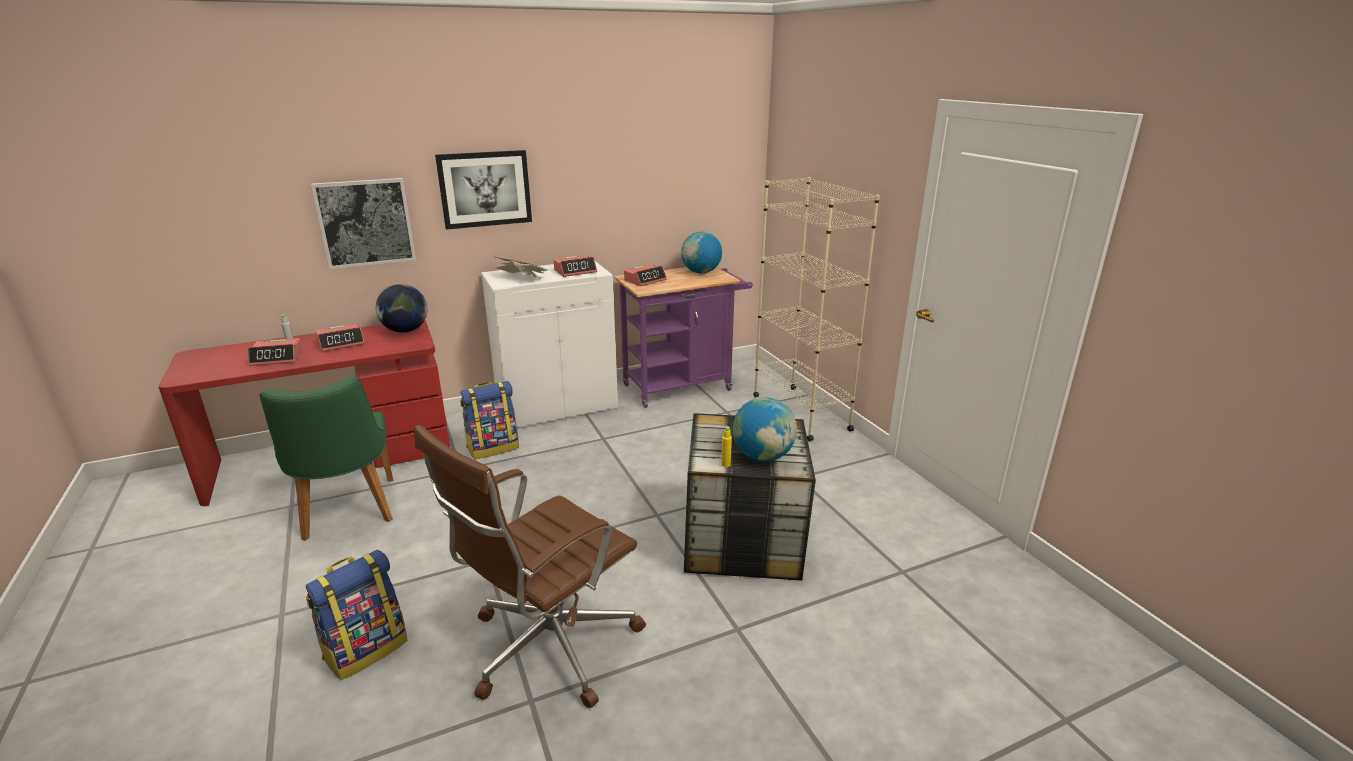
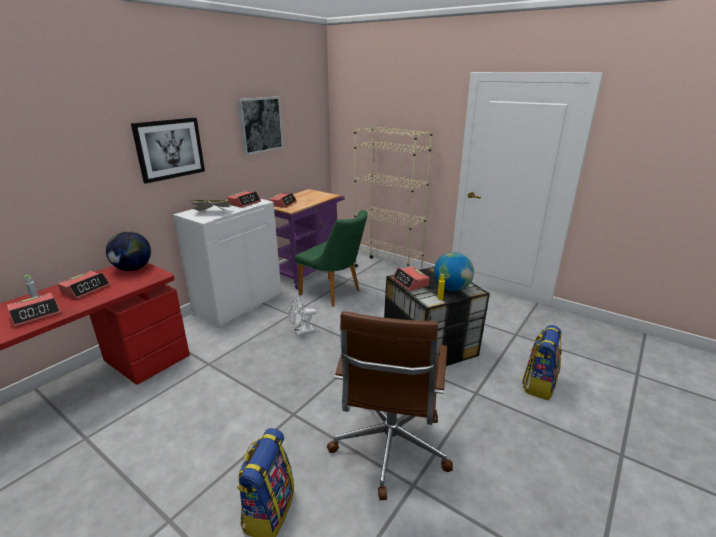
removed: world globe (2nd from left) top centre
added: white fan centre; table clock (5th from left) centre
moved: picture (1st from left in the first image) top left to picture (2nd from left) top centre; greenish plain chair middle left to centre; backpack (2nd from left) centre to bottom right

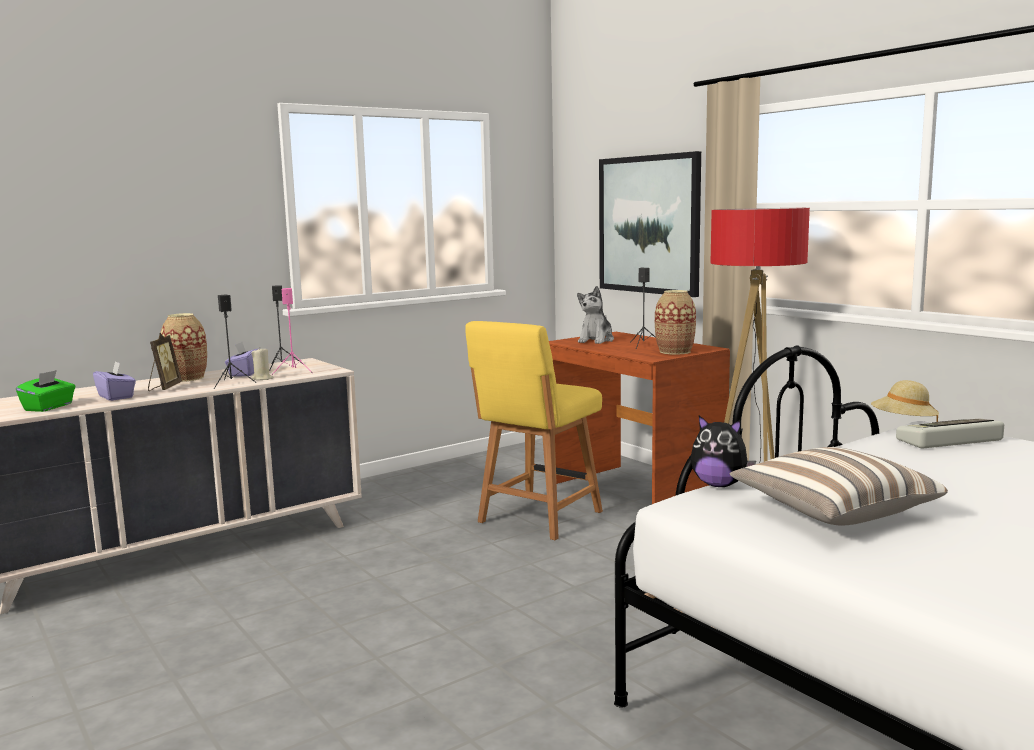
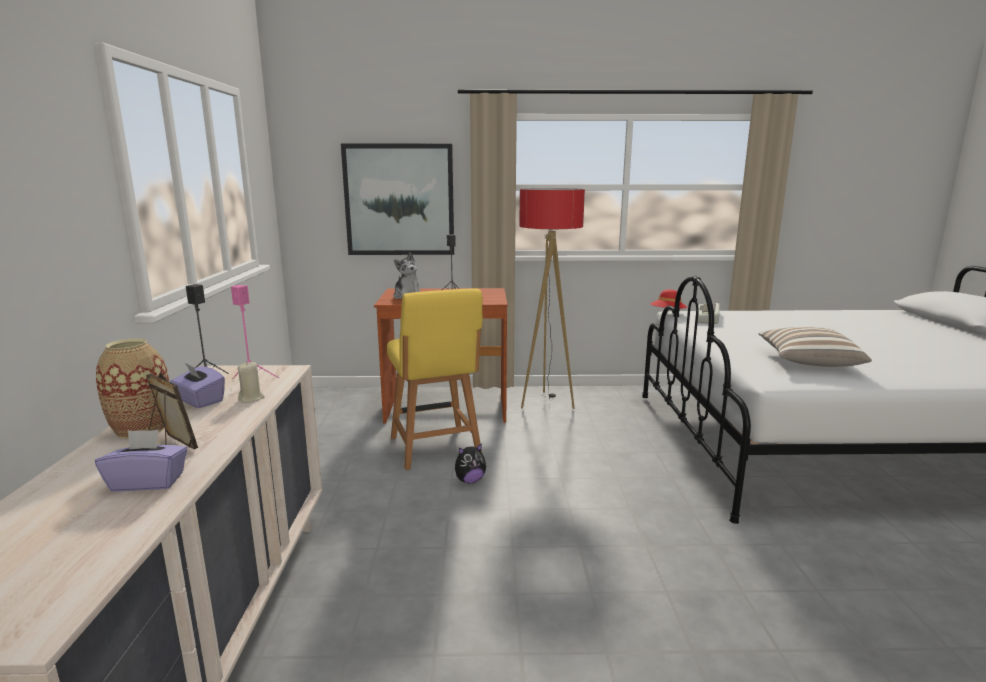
removed: greenish box of tissues middle left; black-coloured loudspeaker (1st from left) middle left; vase (2nd from left) centre
moved: cuddly toy (2nd from left) middle right to bottom centre
recoloured: beige clothing hat middle right to reddish clothing hat middle right

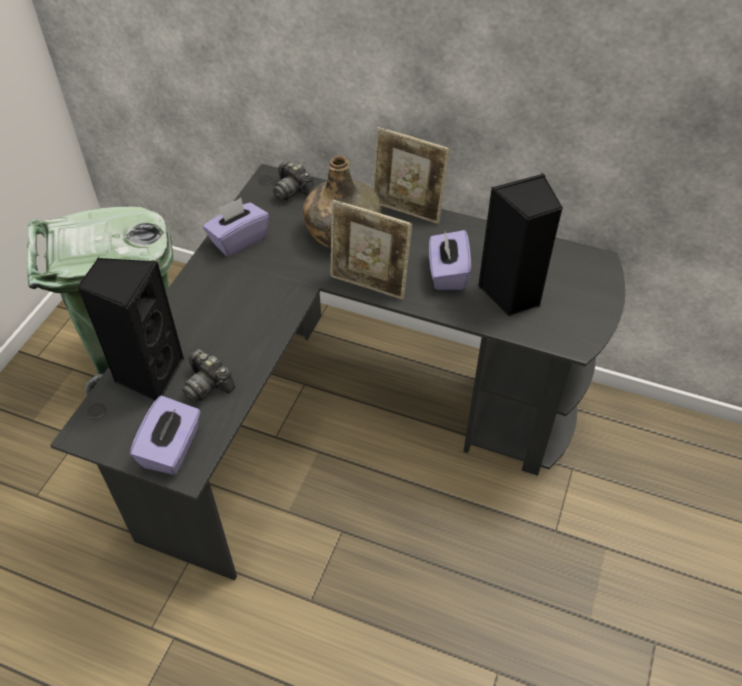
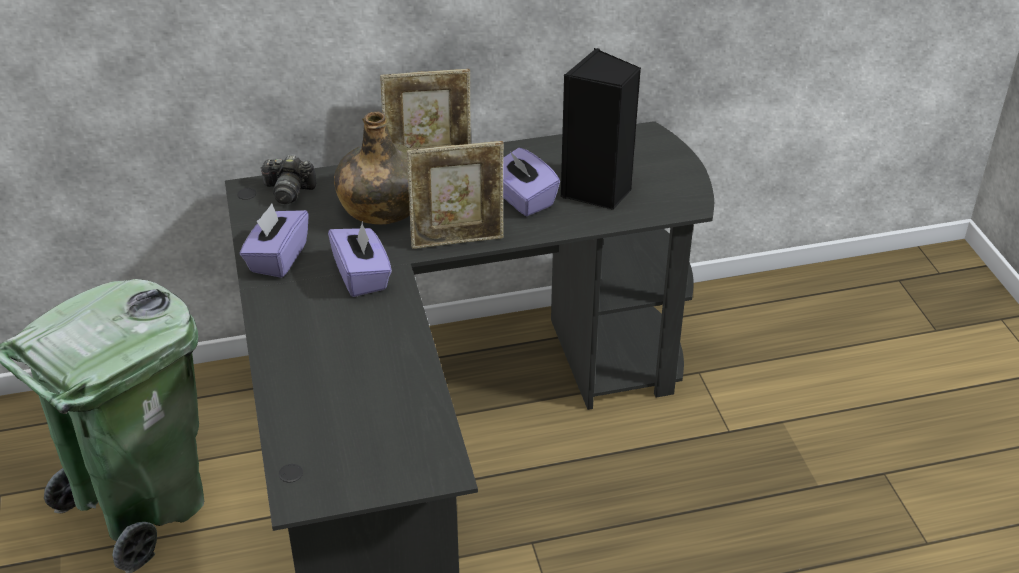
removed: black-coloured loudspeaker (1st from left) middle left; still camera (1st from left) middle left
moved: purplish box of tissues (1st from left in the first image) middle left to purplish box of tissues (2nd from left) centre

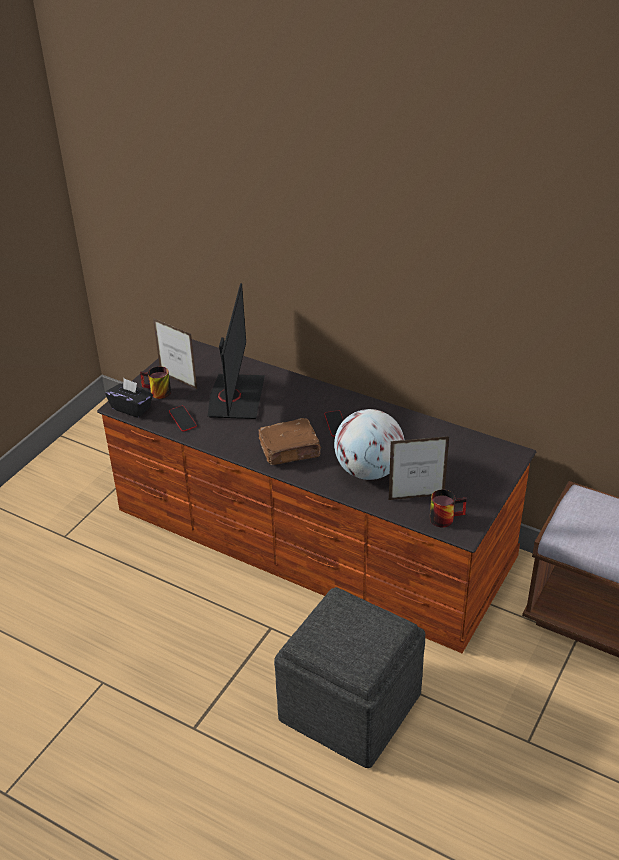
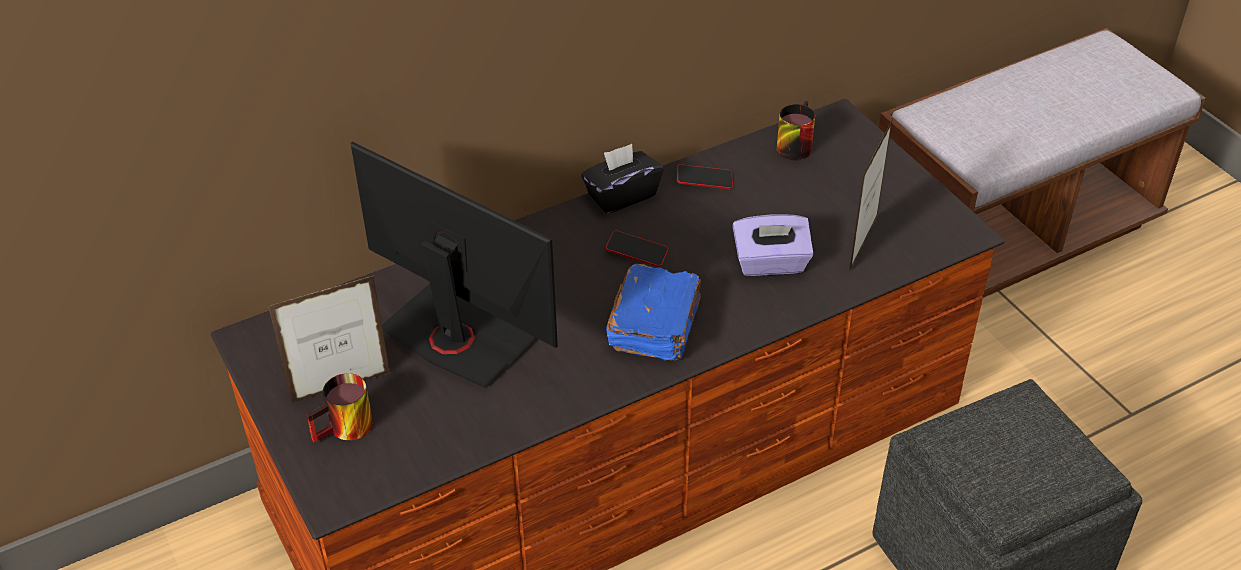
moved: black-coloured box of tissues middle left to top centre; handset (1st from left in the first image) middle left to handset (2nd from left) top centre; coffee mug (2nd from left) middle right to top centre
replaced: world globe centre to purplish box of tissues centre
recoloured: brown-coloured bound book centre to bluish bound book centre

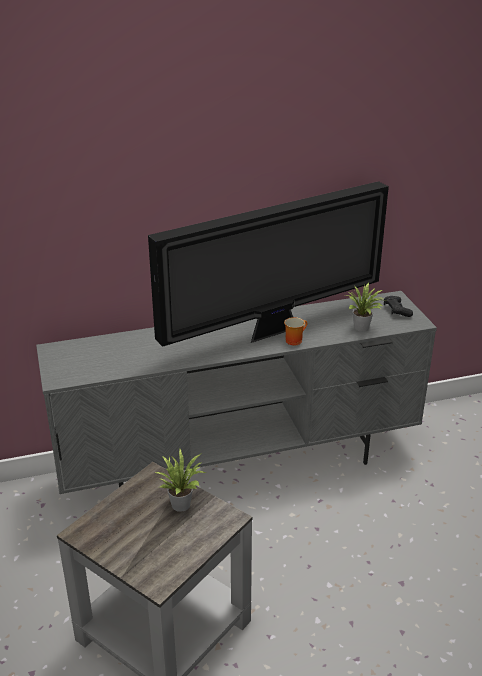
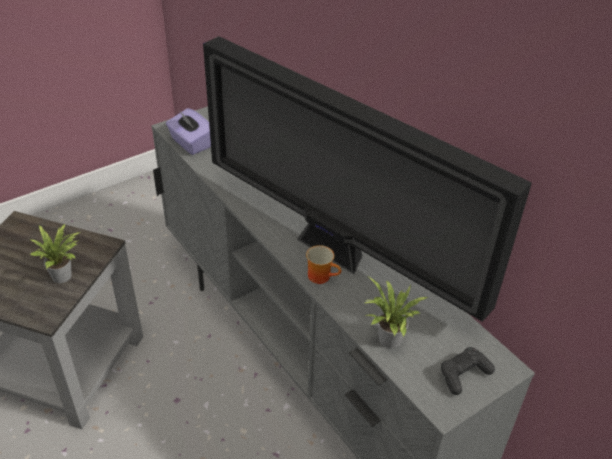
added: purplish box of tissues top left

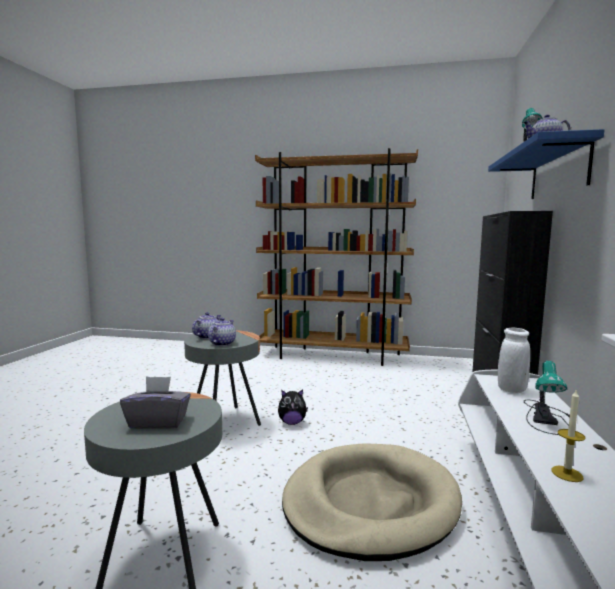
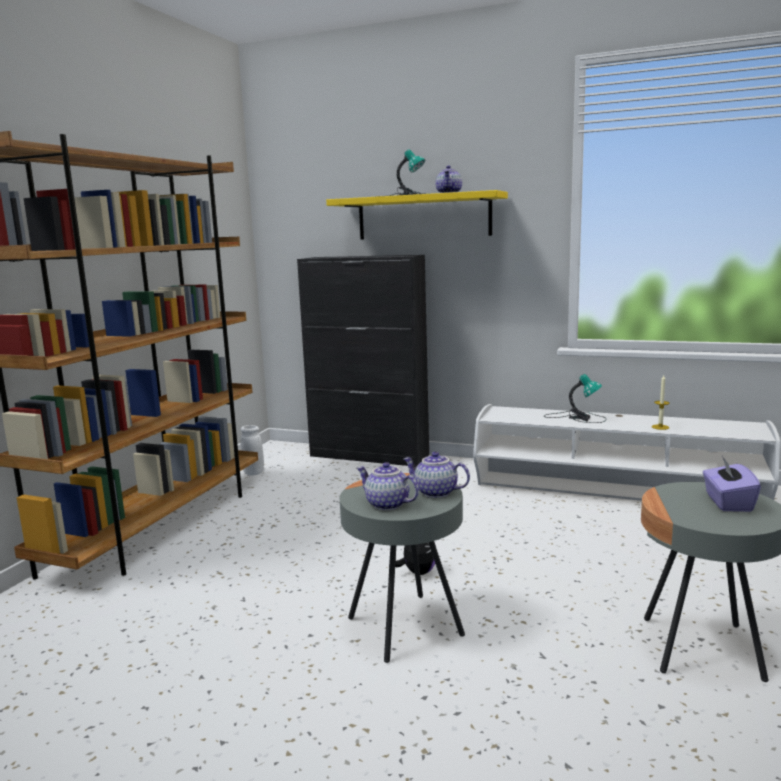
removed: beige dog cushion bottom centre
moved: white vase middle right to middle left
recoloured: bluish bracket shelf top right to yellowish bracket shelf top centre; grey box of tissues bottom left to purplish box of tissues middle right

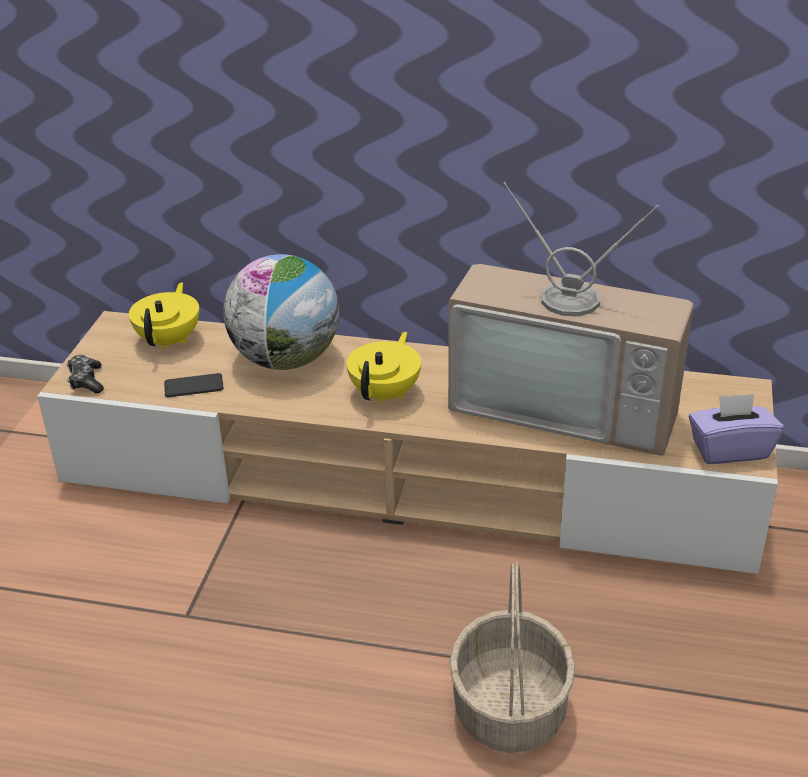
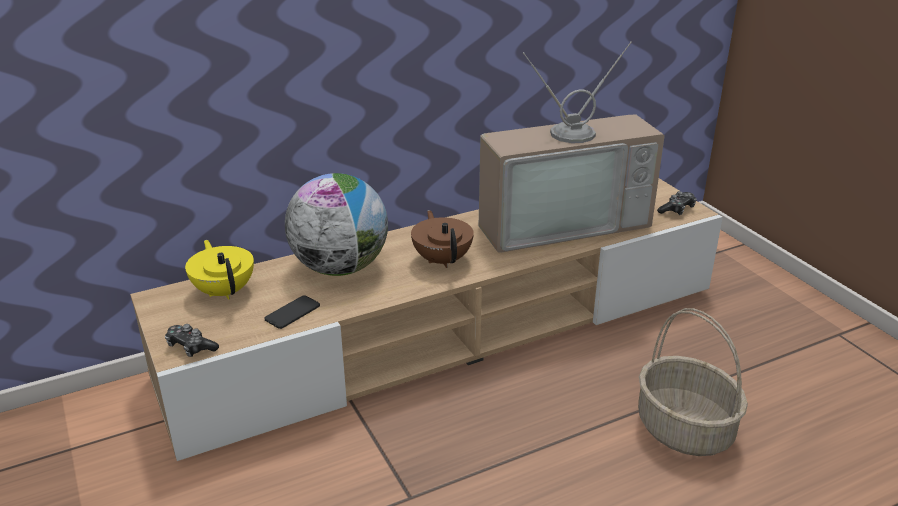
replaced: purplish box of tissues middle right to joypad (2nd from left) middle right
recoloured: yellowish teapot (2nd from left) centre to brown-coloured teapot centre

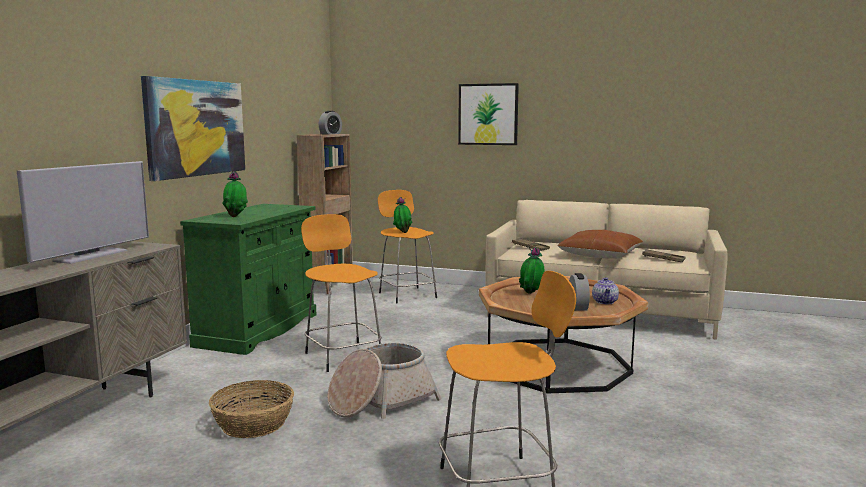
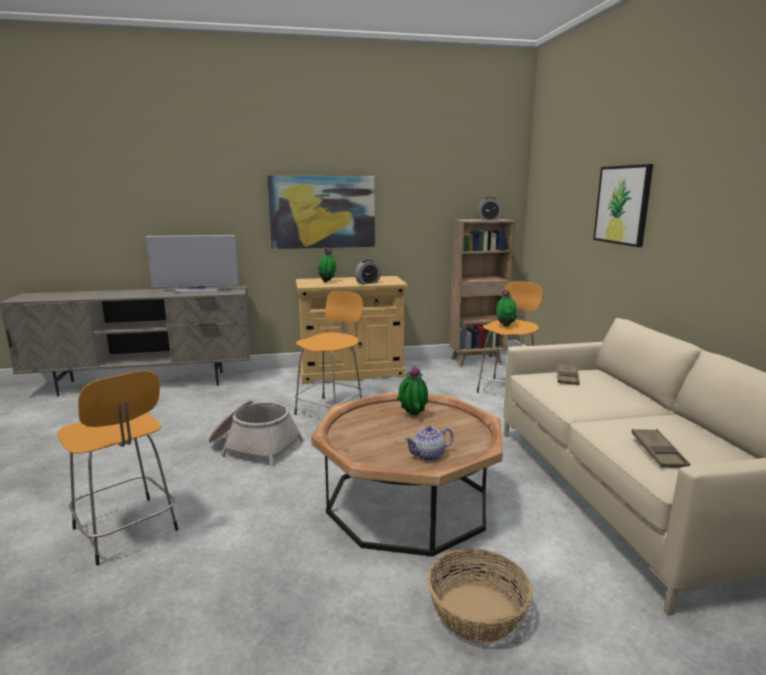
removed: brown-coloured throw pillow middle right
moved: table clock (2nd from left in the first image) middle right to table clock (1st from left) centre; basket (1st from left in the first image) bottom left to basket (2nd from left) bottom centre
recoloured: greenish cupboard middle left to beige cupboard centre

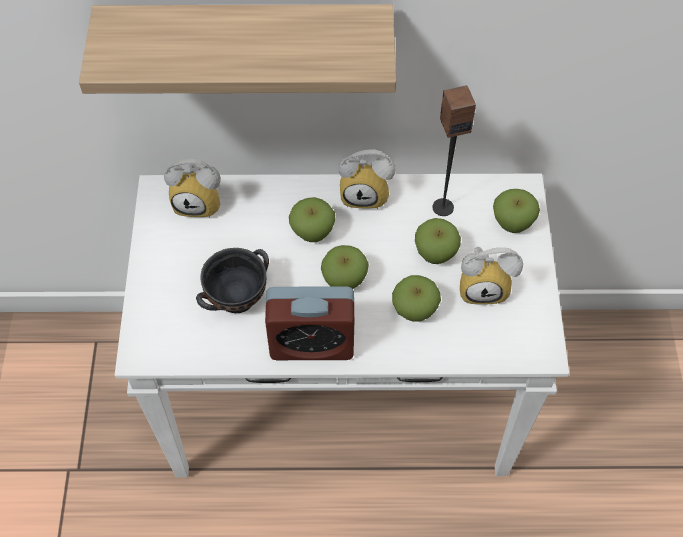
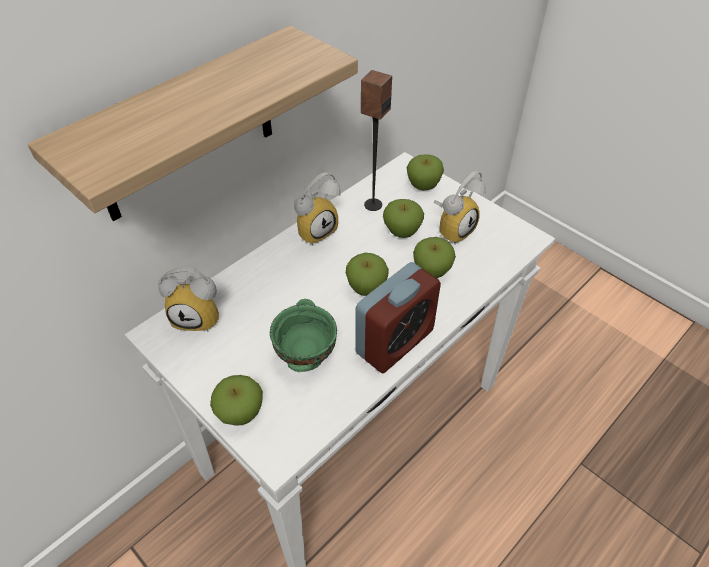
moved: apple fruit (1st from left) centre to bottom left
recoloured: black-coloured deep dish centre to greenish deep dish centre
turned: table clock (1st from left) middle left = middle left 45 degrees clockwise

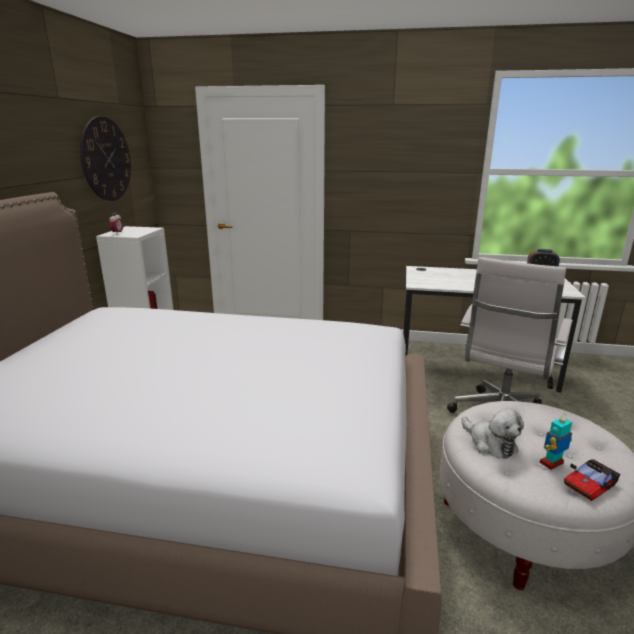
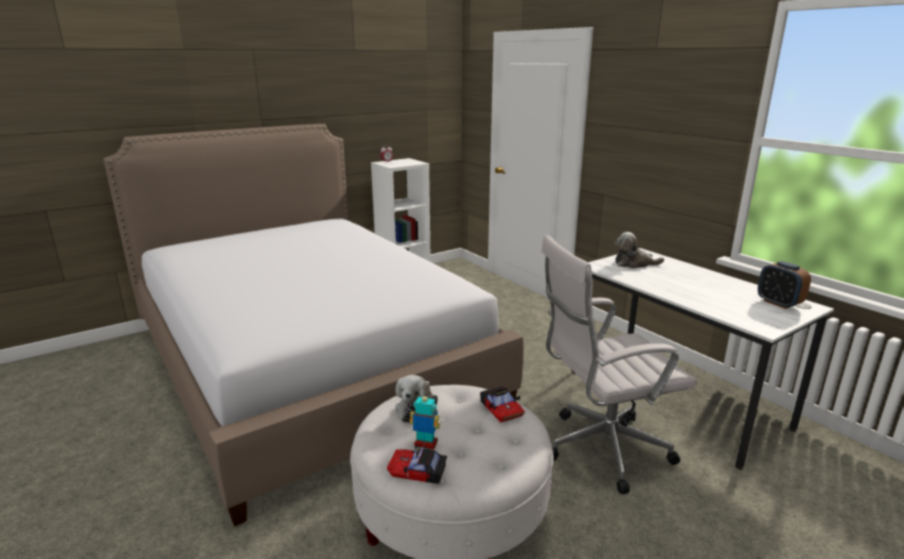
removed: clock on the wall top left
added: miniature car (2nd from left) bottom centre; cuddly toy (2nd from left) middle right

